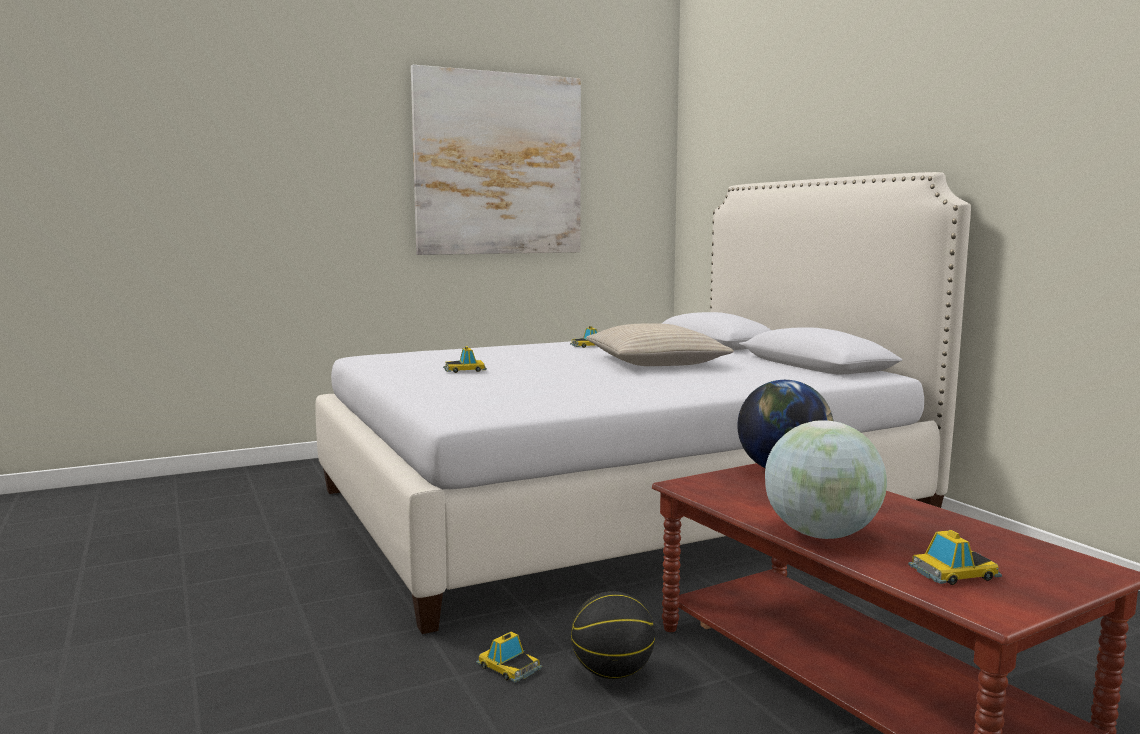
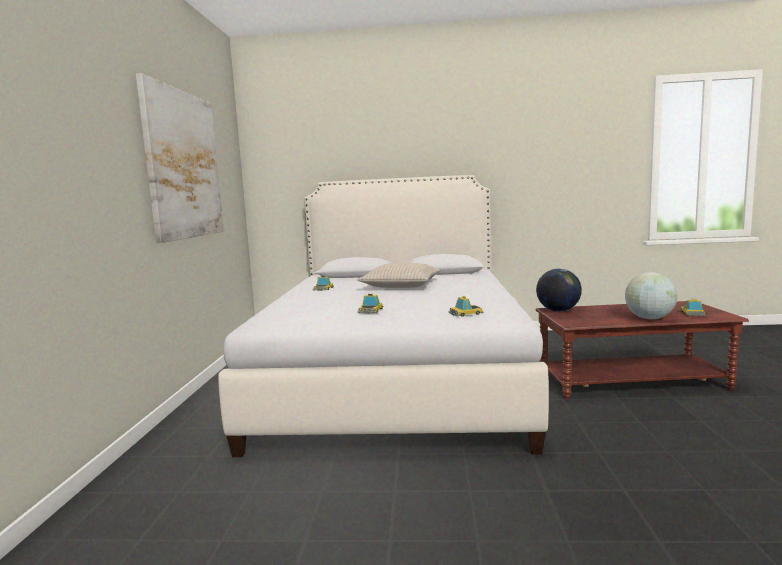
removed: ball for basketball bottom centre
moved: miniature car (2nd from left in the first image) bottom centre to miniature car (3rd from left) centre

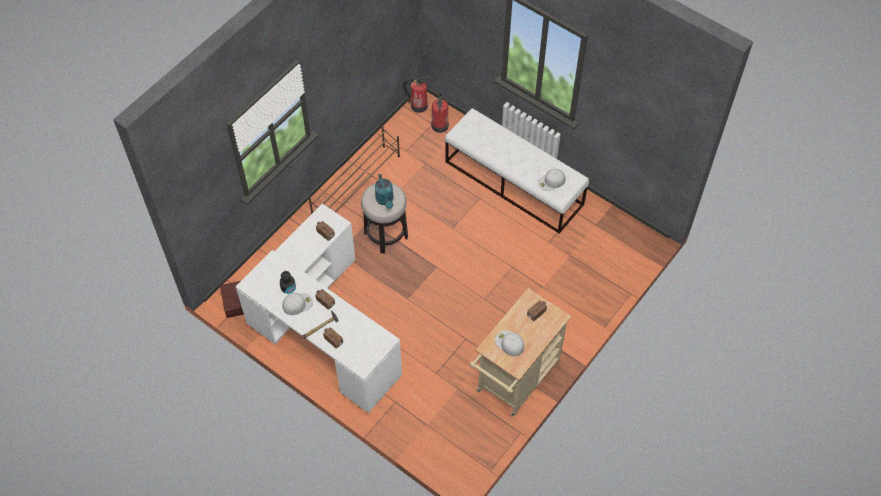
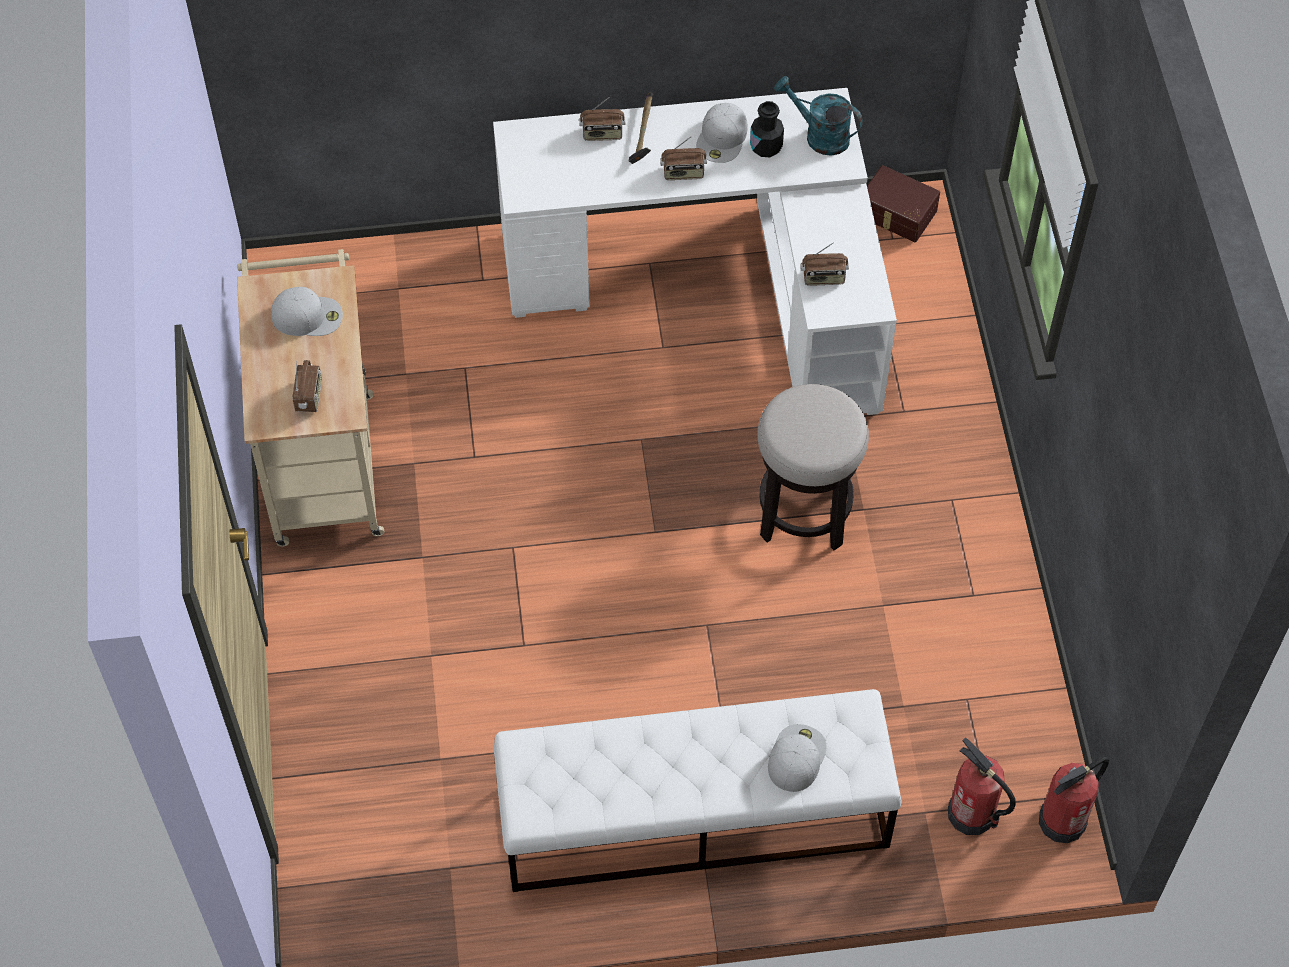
removed: brown-coloured shoe shelf centre
moved: white peaked cap (3rd from left) centre to bottom centre; blue-green sprinkling can centre to top centre

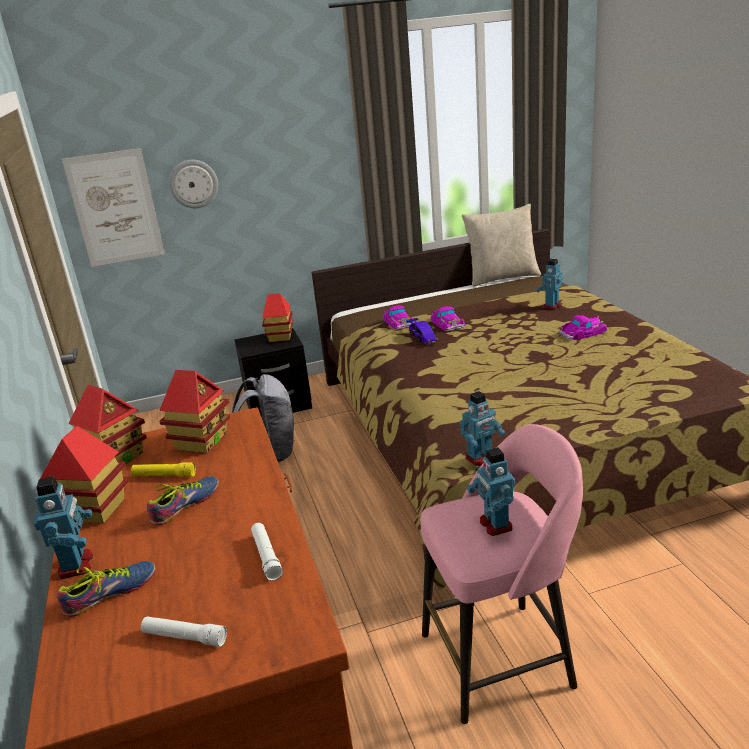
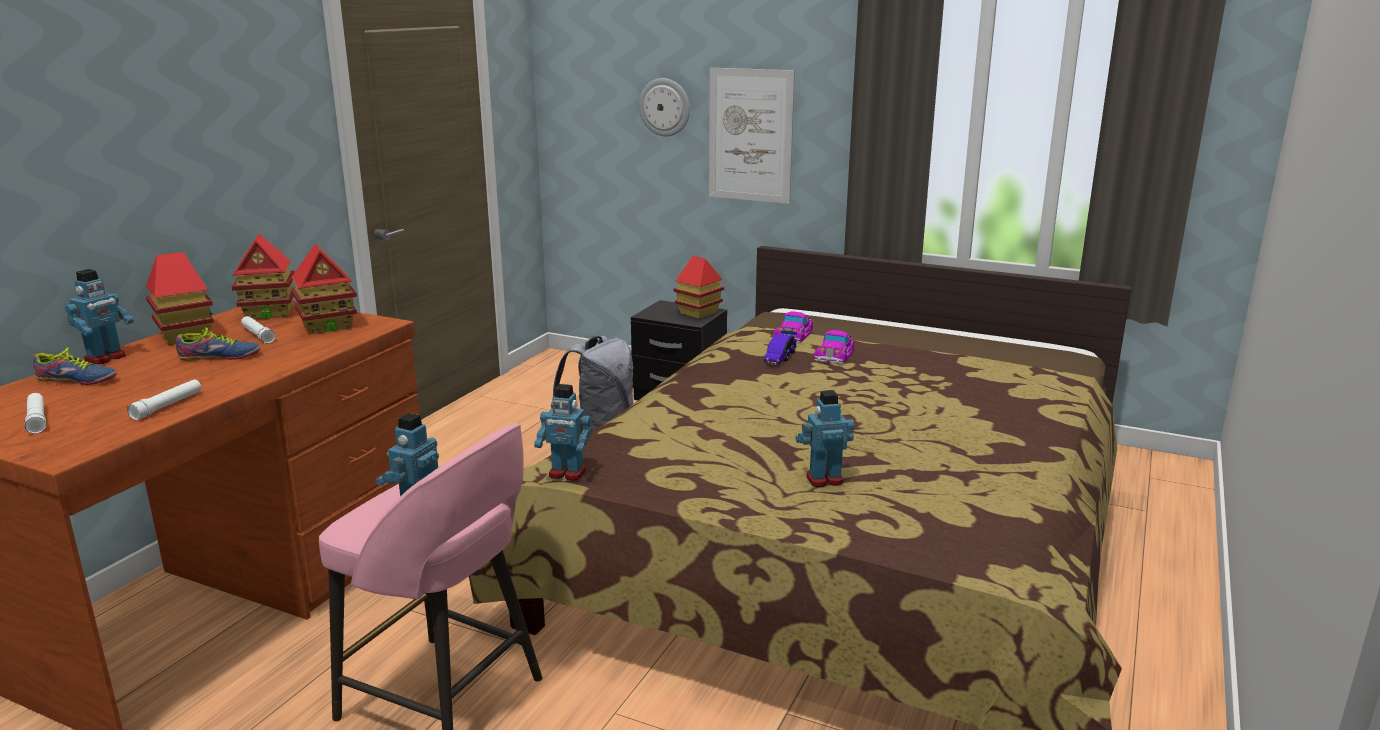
removed: beige throw pillow top right; miniature car (4th from left) middle right
moved: picture top left to top centre; model robot (4th from left) middle right to centre
recoloured: yellowish flashlight middle left to white flashlight (3rd from left) middle left

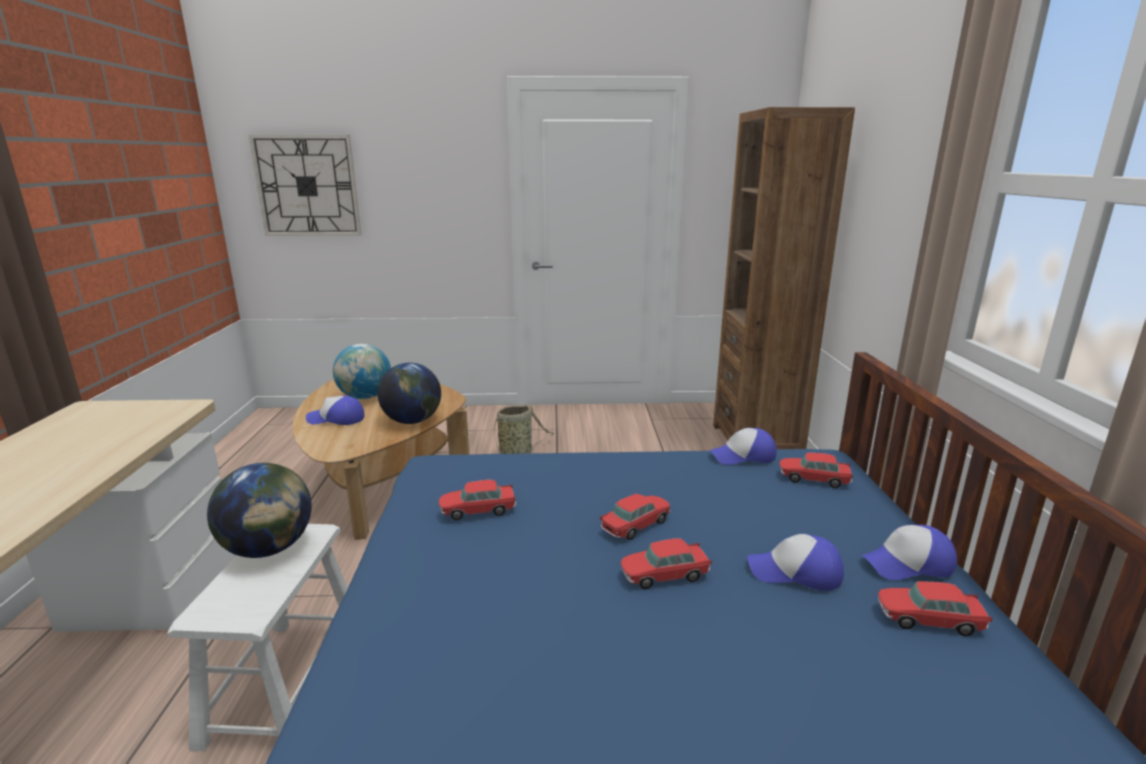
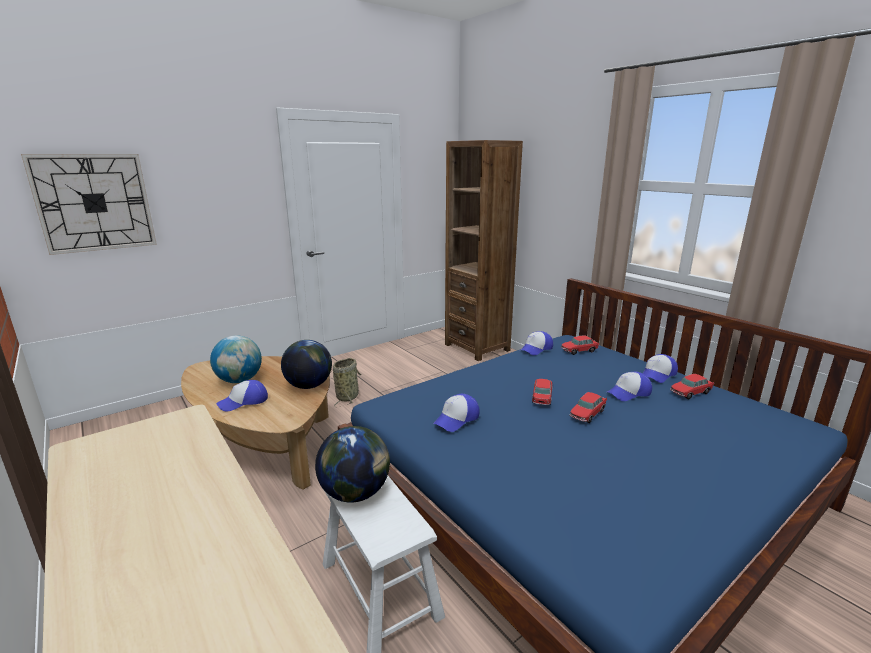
replaced: miniature car (1st from left) centre to peaked cap (2nd from left) centre

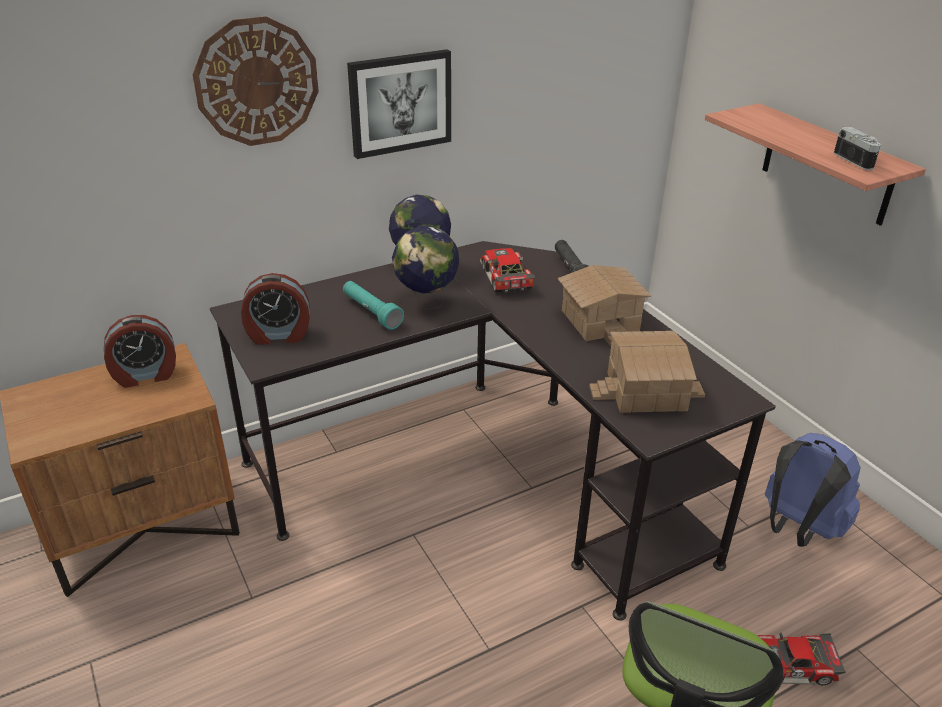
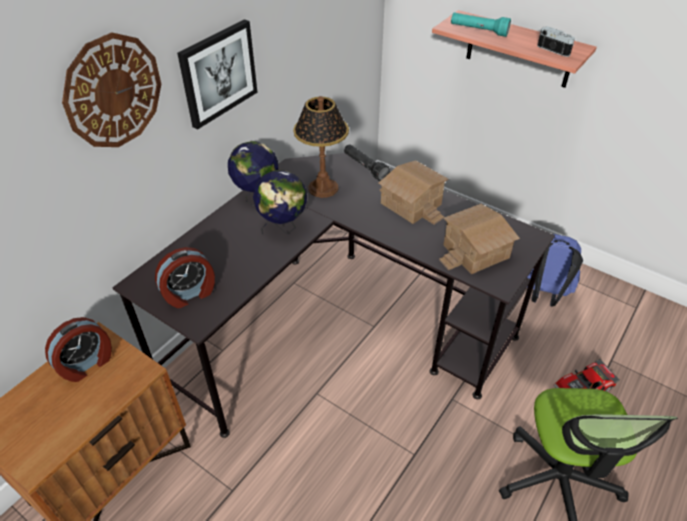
moved: blue-green flashlight centre to top right
replaced: miniature car (1st from left) centre to lamp for a table top centre

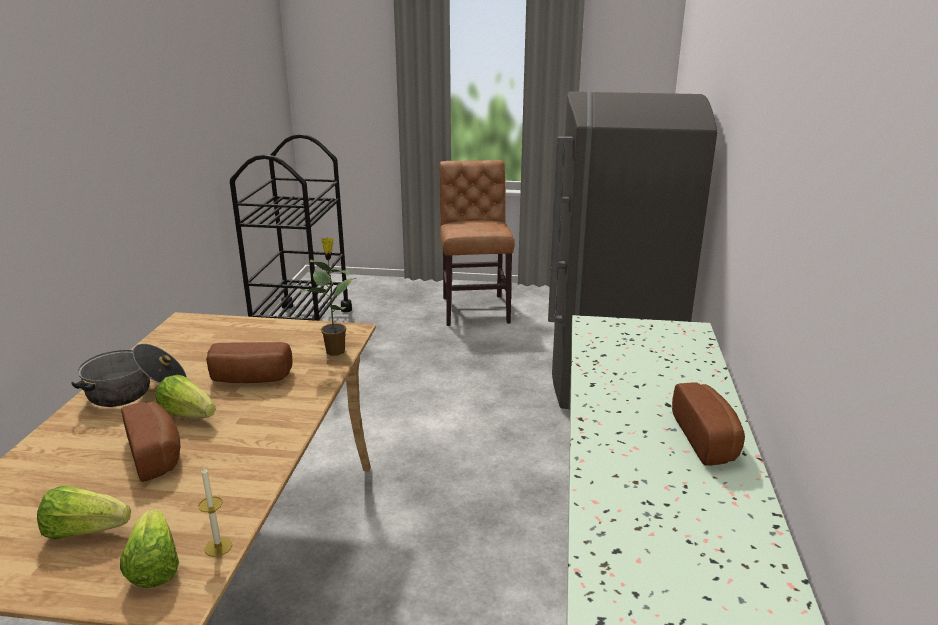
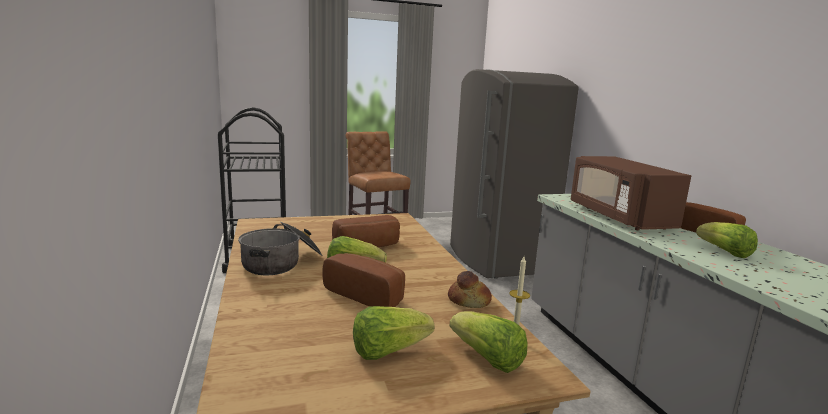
removed: potted plant centre
added: bread (3rd from left) bottom centre; brown-coloured microwave middle right; head of lettuce (4th from left) middle right

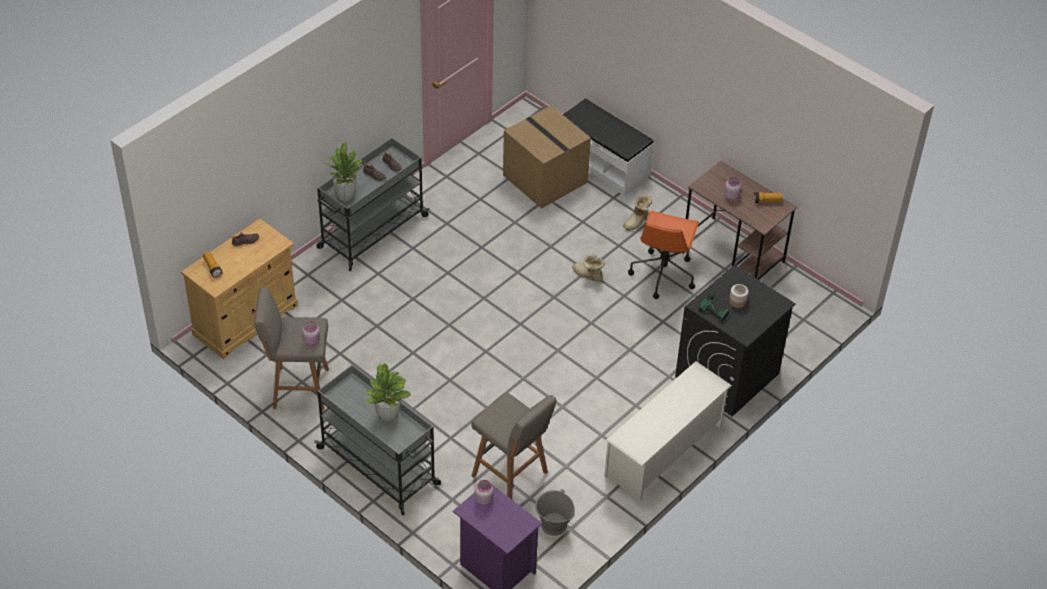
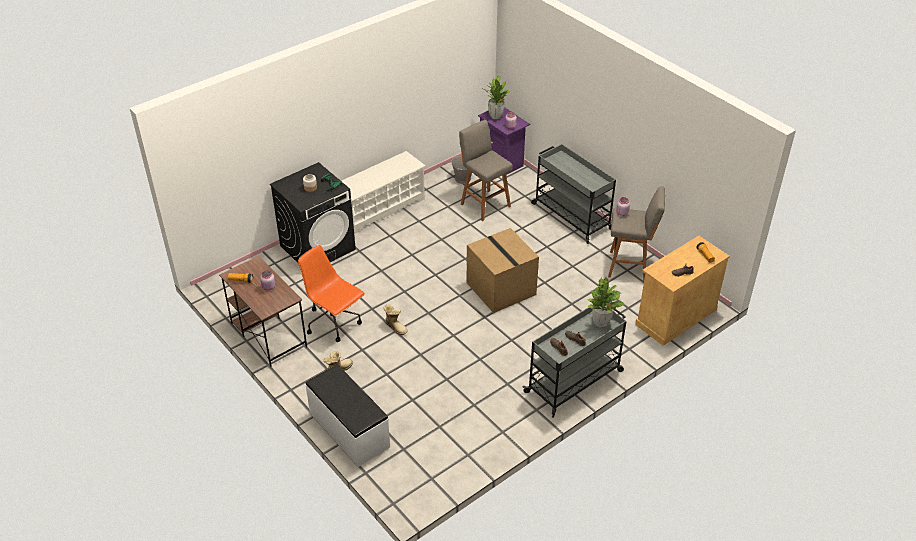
moved: carton top centre to centre; potted plant (2nd from left in the first image) centre to potted plant (1st from left) top centre
turned: orange-coloured office chair centre = centre 75 degrees counterclockwise

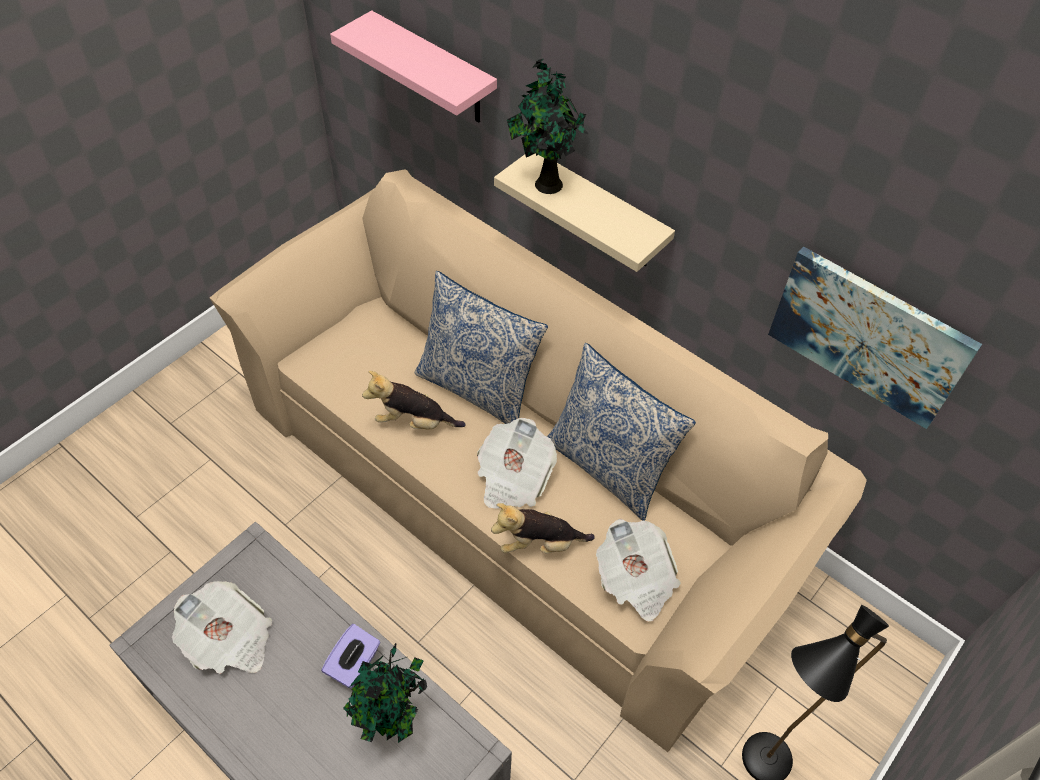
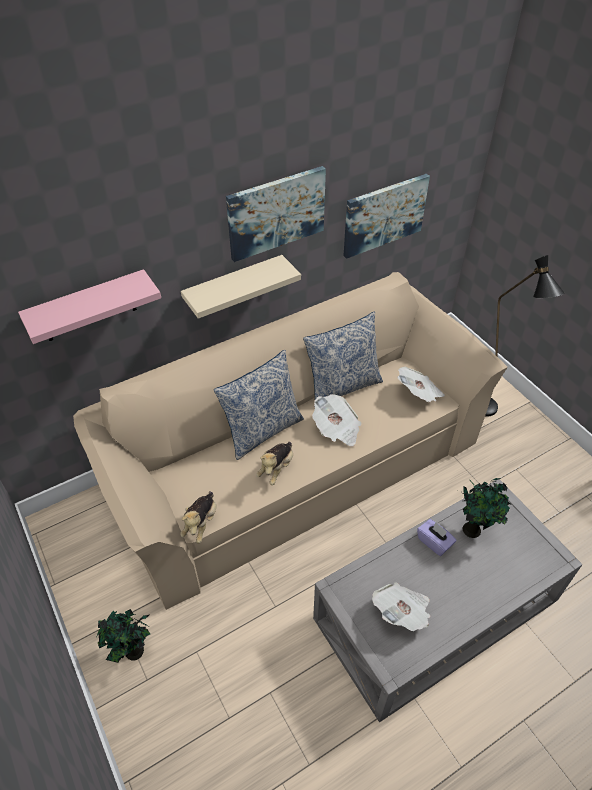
added: picture (1st from left) top centre
moved: potted plant (2nd from left in the first image) top centre to potted plant (1st from left) bottom left; cuddly toy (2nd from left in the first image) bottom centre to cuddly toy (1st from left) centre

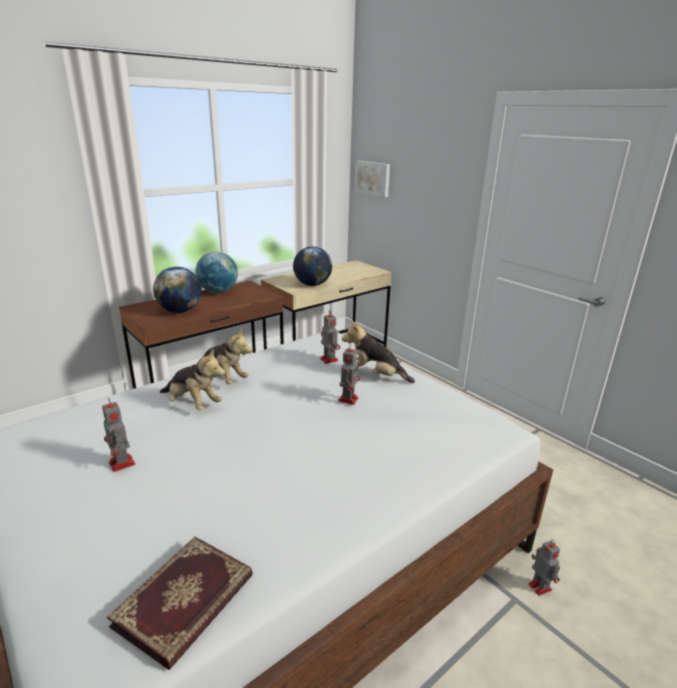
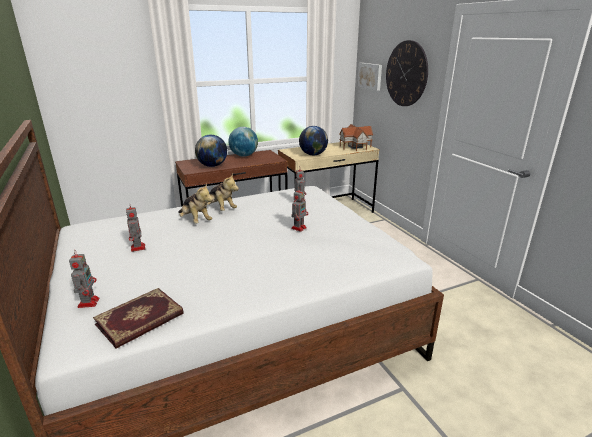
removed: cuddly toy (3rd from left) centre
added: miniature house top centre; clock on the wall top right
moved: model robot (4th from left in the first image) bottom right to model robot (1st from left) middle left

